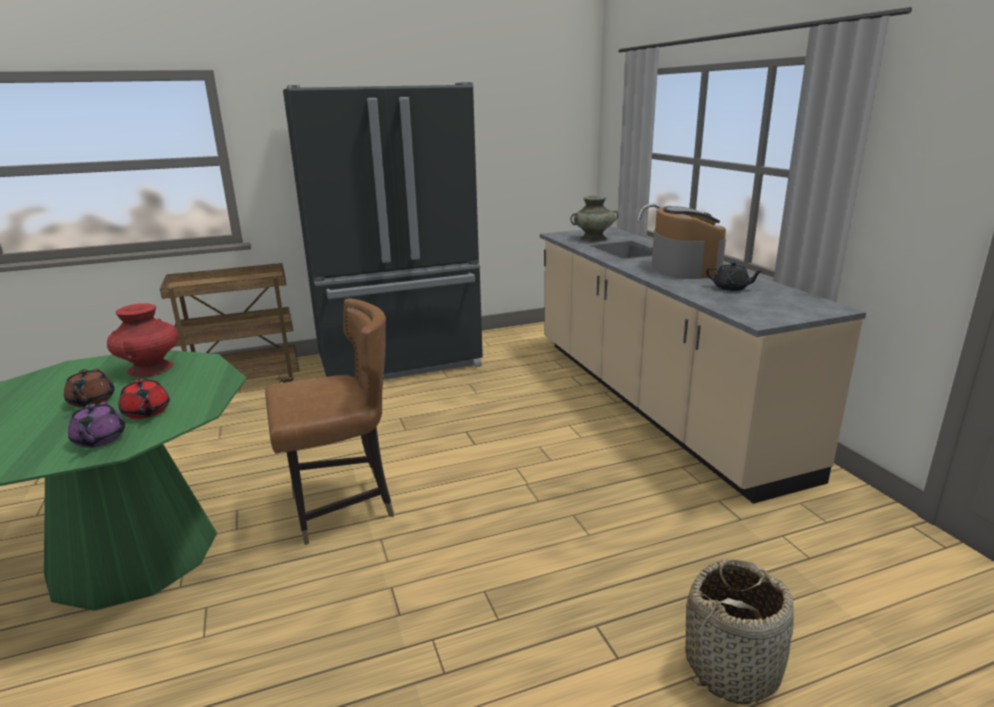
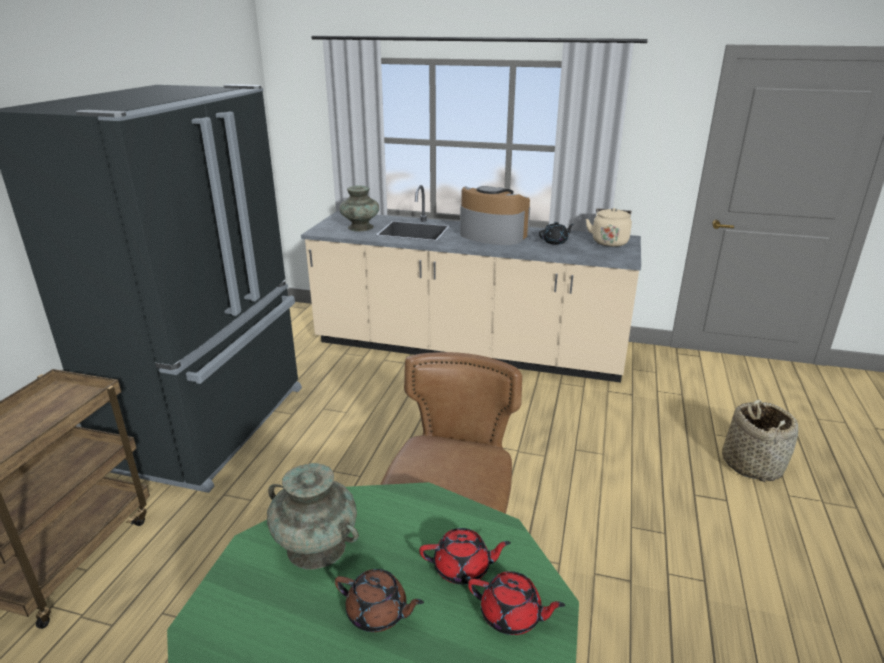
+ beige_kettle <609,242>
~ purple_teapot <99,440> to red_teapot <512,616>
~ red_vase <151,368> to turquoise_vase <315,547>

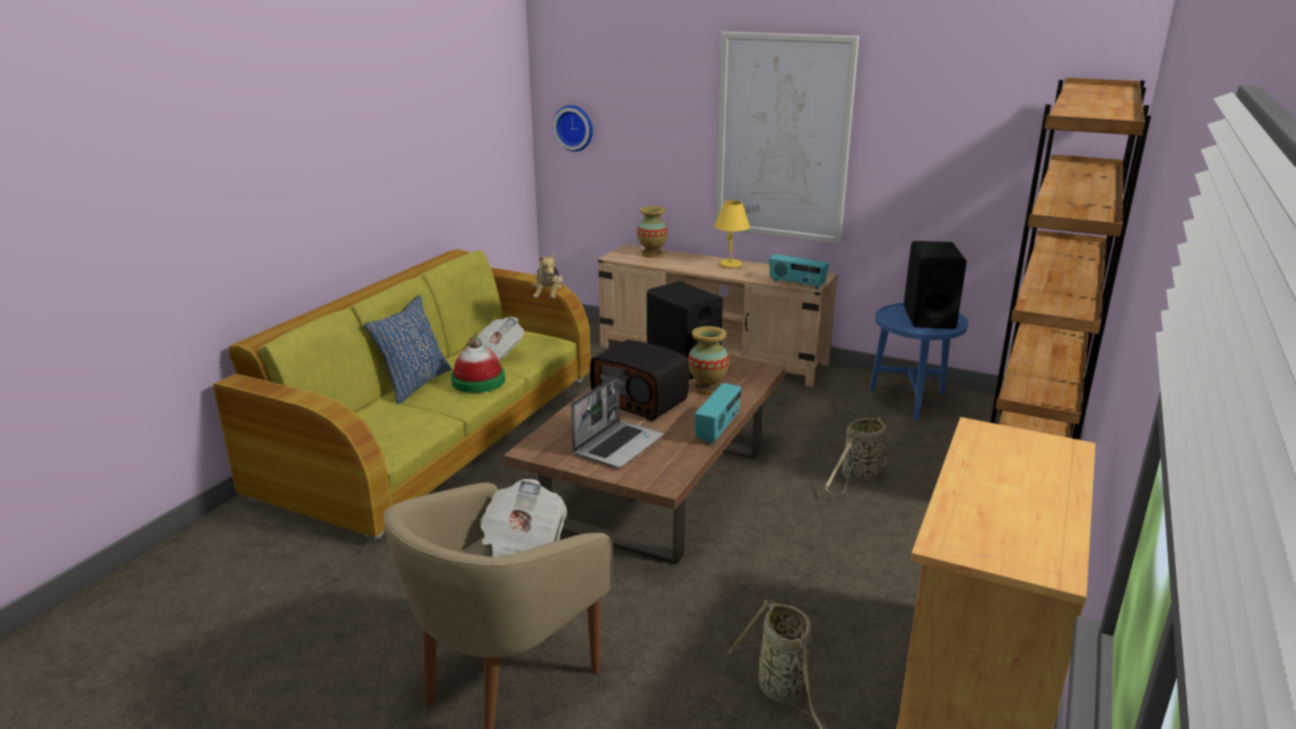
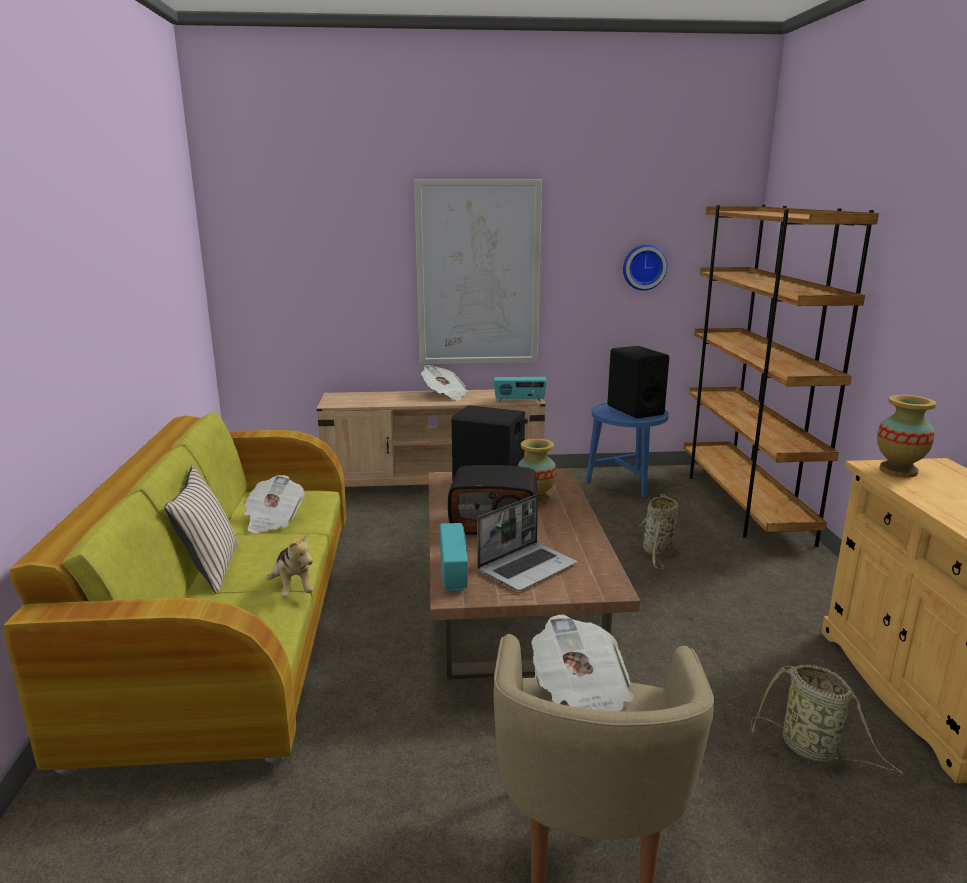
- hat <478,381>
~ plush_toy <549,297> to <292,588>
~ wall_clock <575,127> to <643,267>
~ vase <652,254> to <898,471>
~ radio <718,429> to <454,574>
~ yellow_table_lamp <731,265> to newspaper <445,395>
~ blue_pillow <414,384> to beige_pillow <210,569>
~ laptop <618,445> = <527,567> 45 degrees clockwise

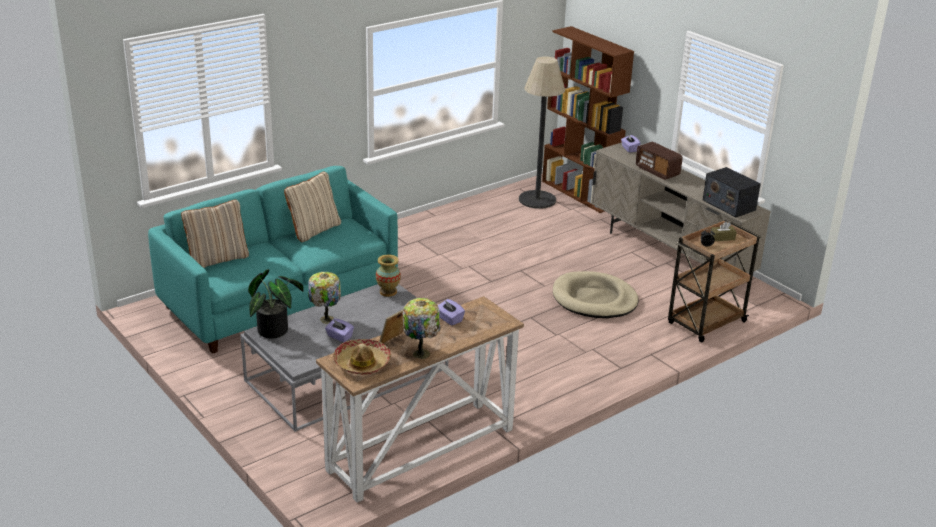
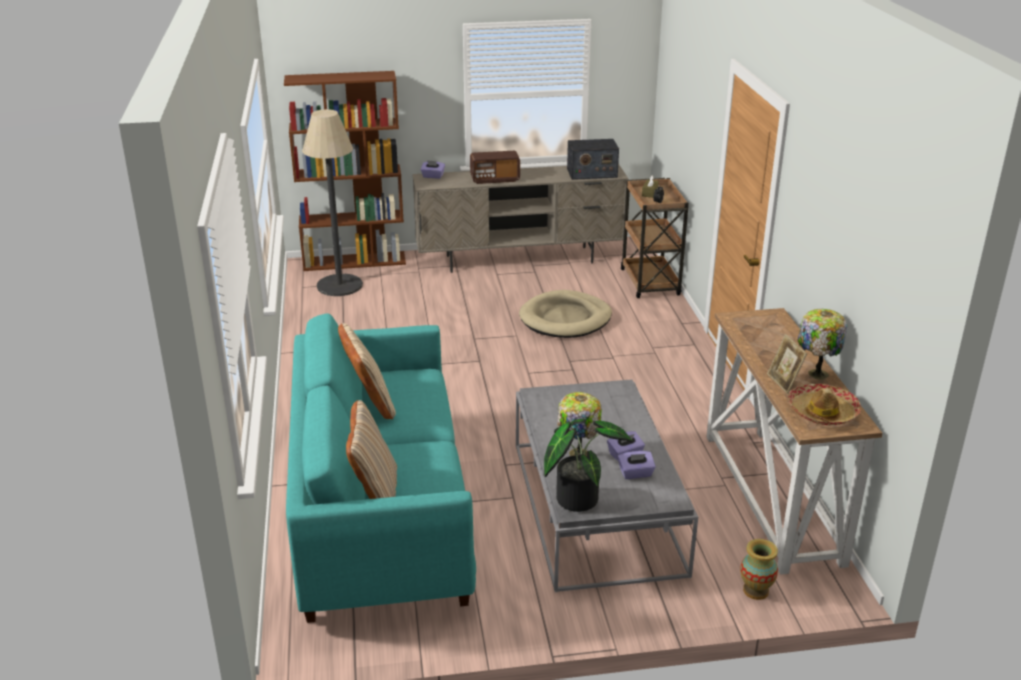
~ vase <388,292> to <756,590>
~ purple_tissue_box <449,319> to <636,473>

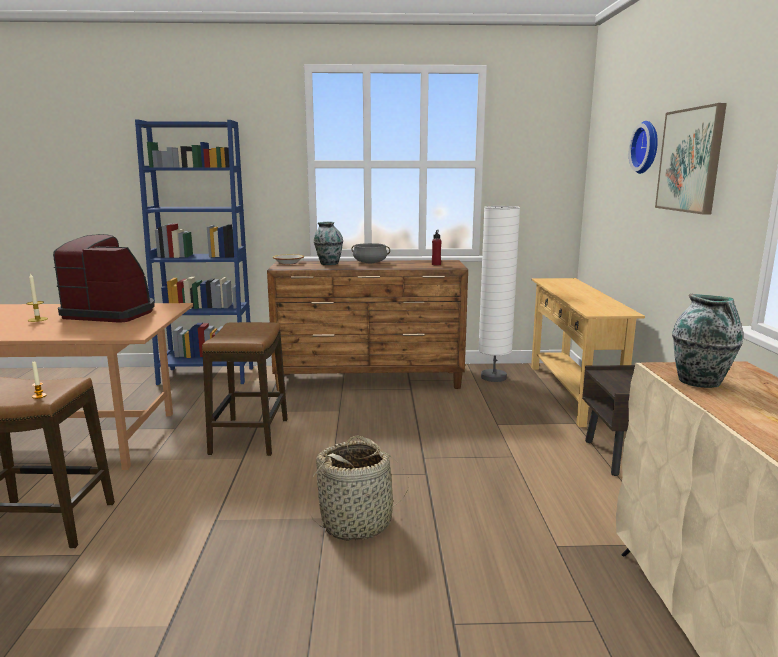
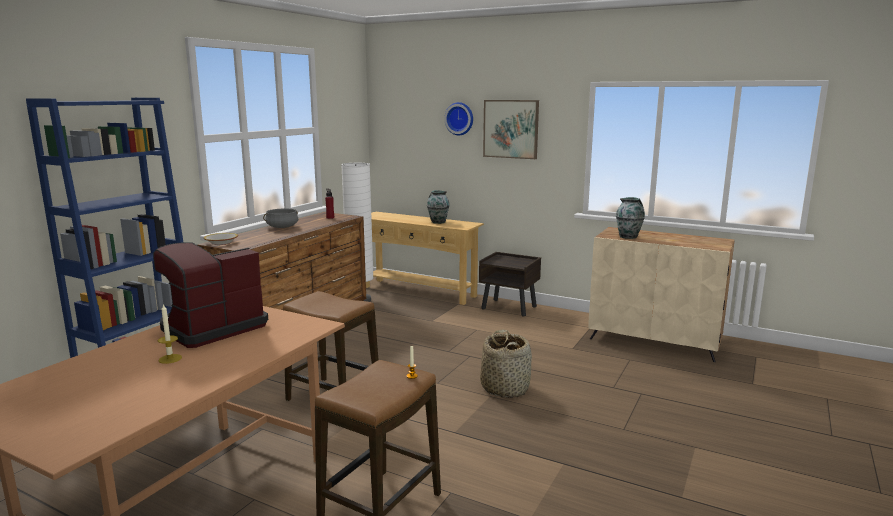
~ vase <329,263> to <438,222>

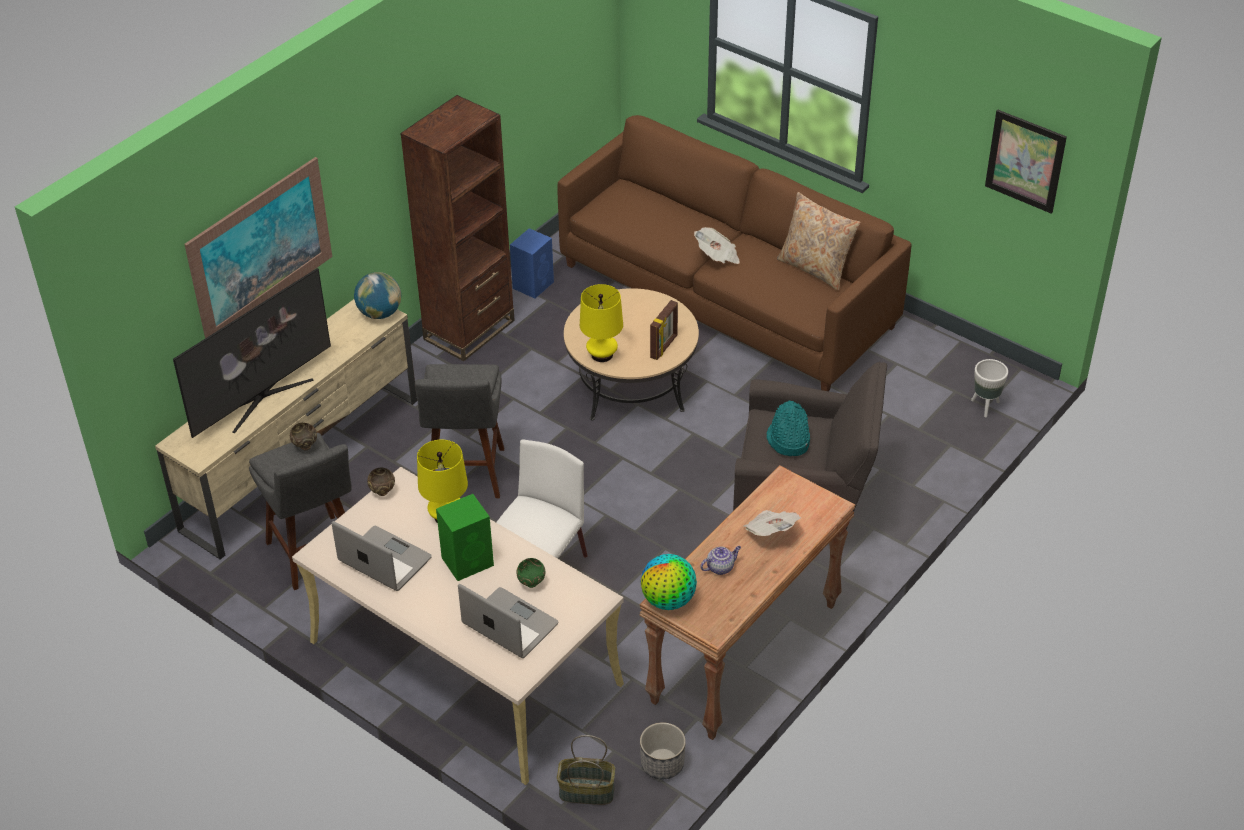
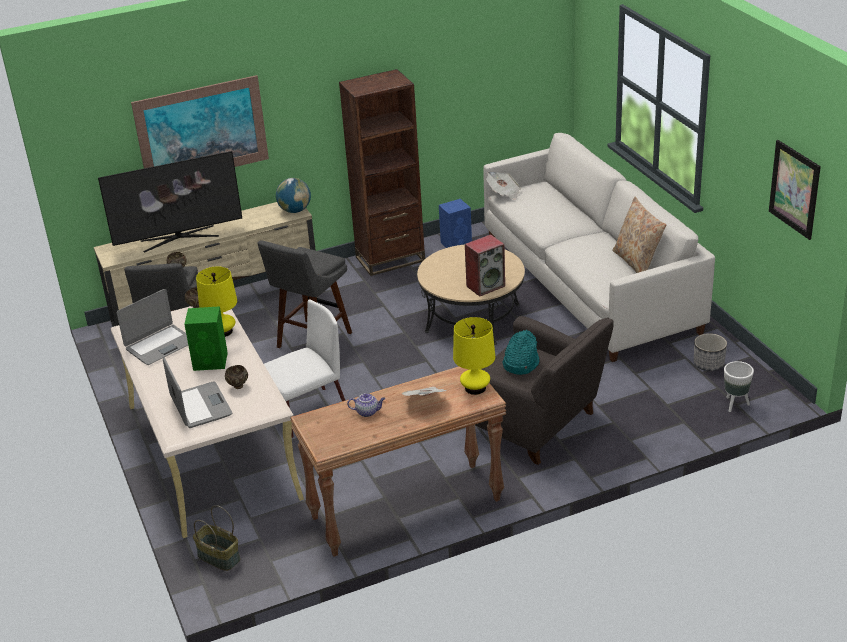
- globe <668,600>
~ yellow_table_lamp <602,355> to <475,388>
~ planter <662,763> to <709,364>
~ newspaper <717,256> to <504,193>
~ picture_frame <664,347> to speaker <485,286>
~ green_bowl <531,584> to brown_bowl <238,387>
~ brown_sofa <728,296> to white_sofa <589,283>
~ laptop <384,561> = <160,345> 75 degrees clockwise

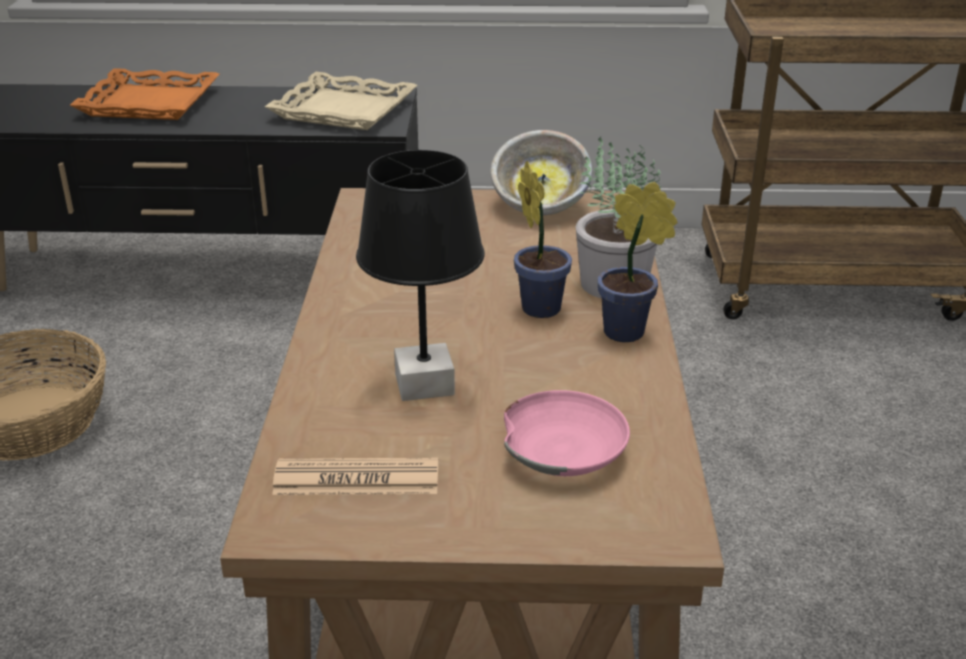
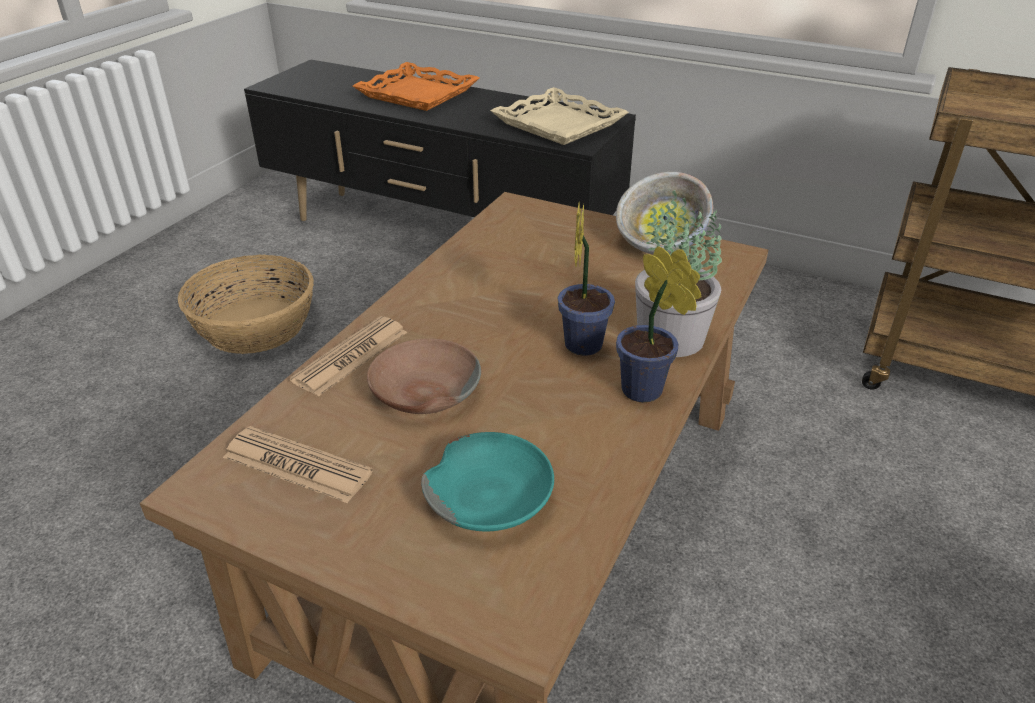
+ newspaper <351,356>
~ black_table_lamp <423,385> to brown_bowl <423,391>
~ pink_bowl <563,450> to turquoise_bowl <491,496>

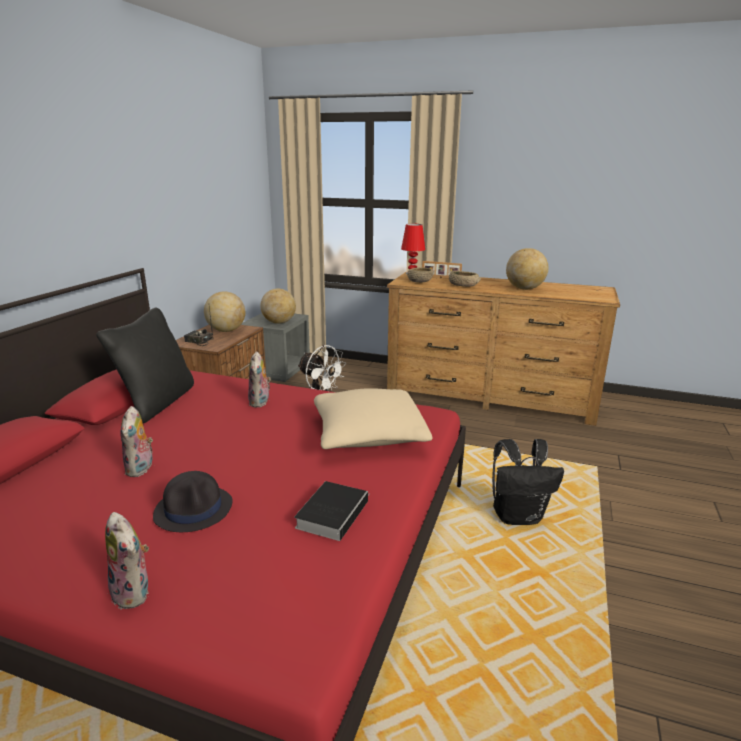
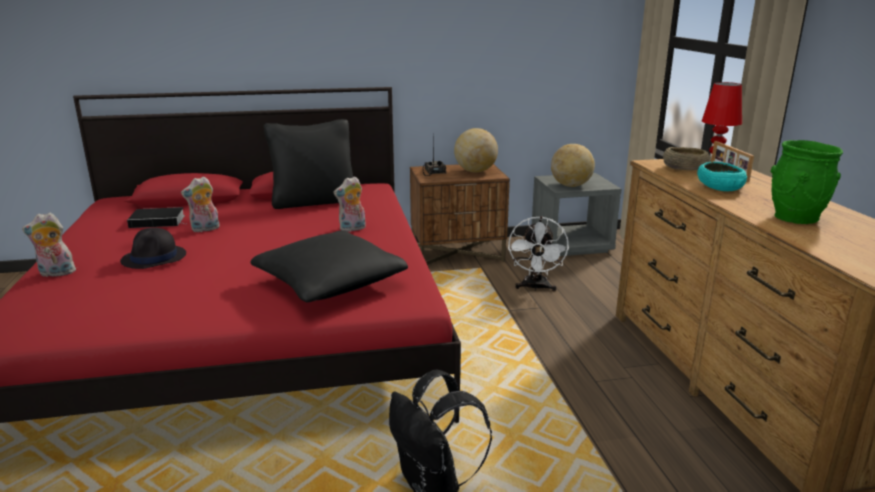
~ book <333,512> to <159,221>
~ globe <524,289> to green_vase <795,218>
~ beige_pillow <368,434> to black_pillow <329,283>
~ beige_bowl <463,285> to turquoise_bowl <720,187>
~ plush_toy <134,593> = <55,273> 60 degrees clockwise

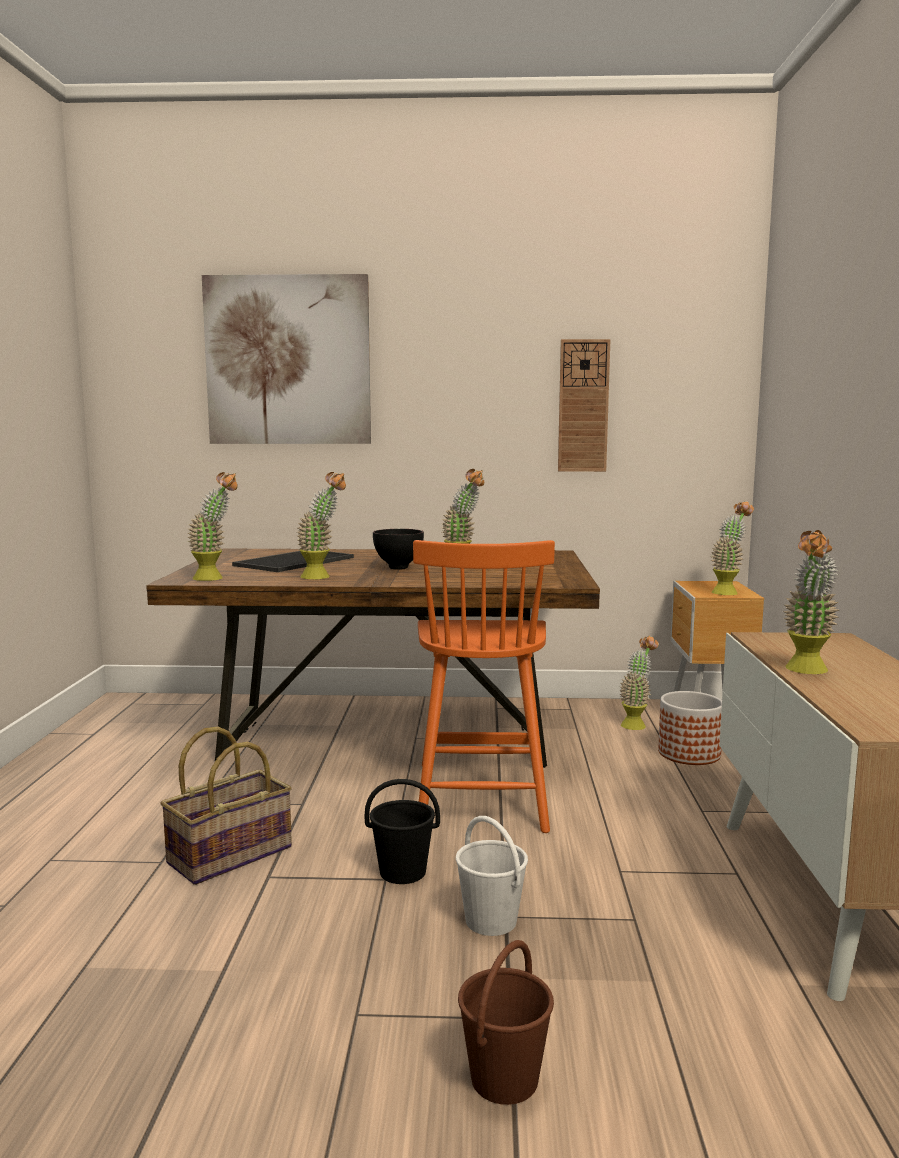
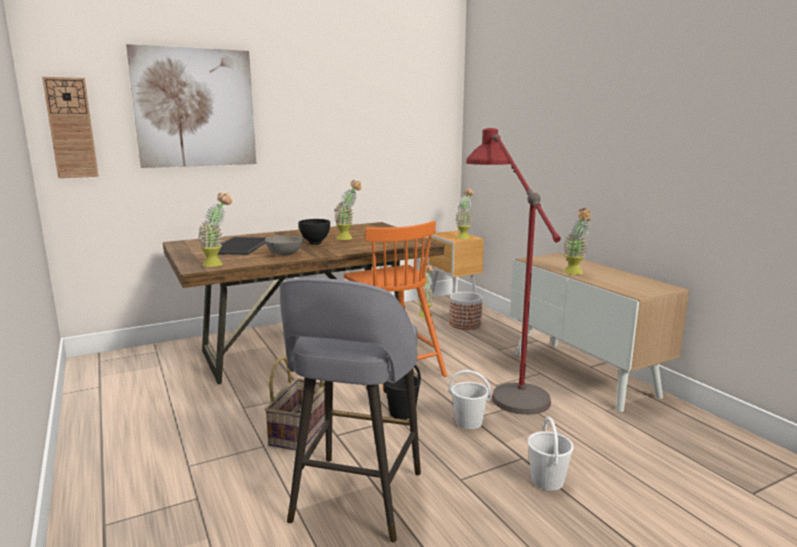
+ grey_stool <355,499>
+ red_floor_lamp <503,381>
~ wall_clock <583,406> to <71,128>
~ potted_plant <322,577> to grey_bowl <284,254>
~ brown_bucket <504,1080> to white_bucket <547,481>

